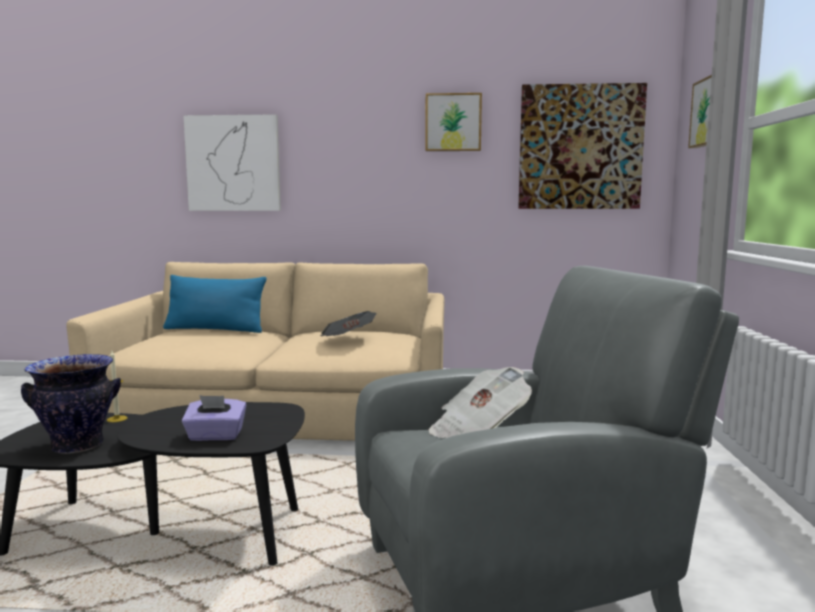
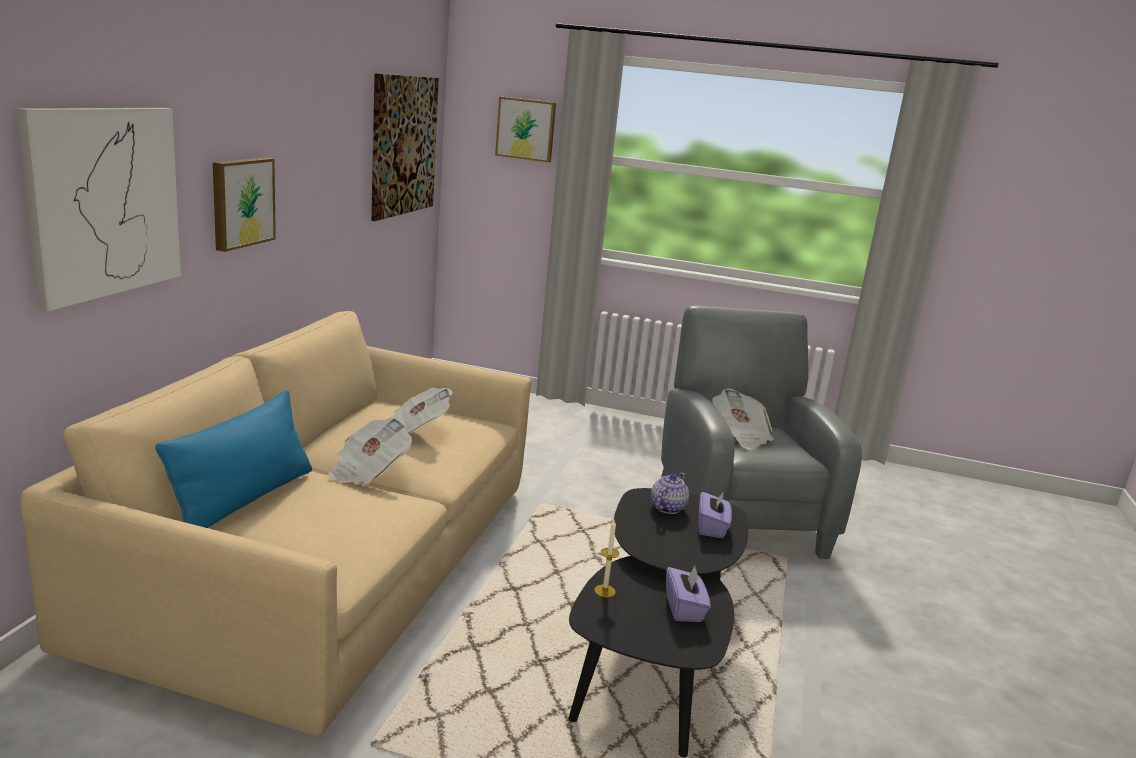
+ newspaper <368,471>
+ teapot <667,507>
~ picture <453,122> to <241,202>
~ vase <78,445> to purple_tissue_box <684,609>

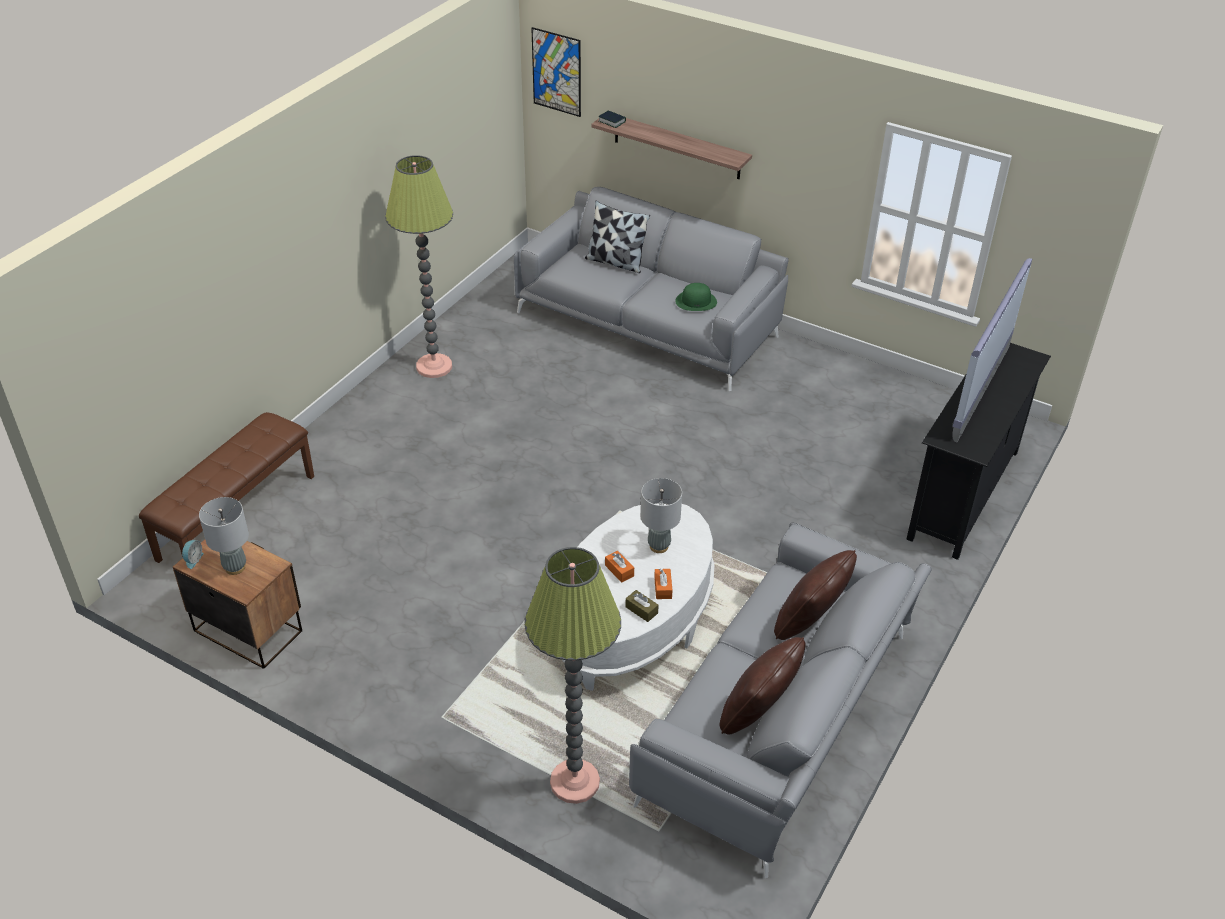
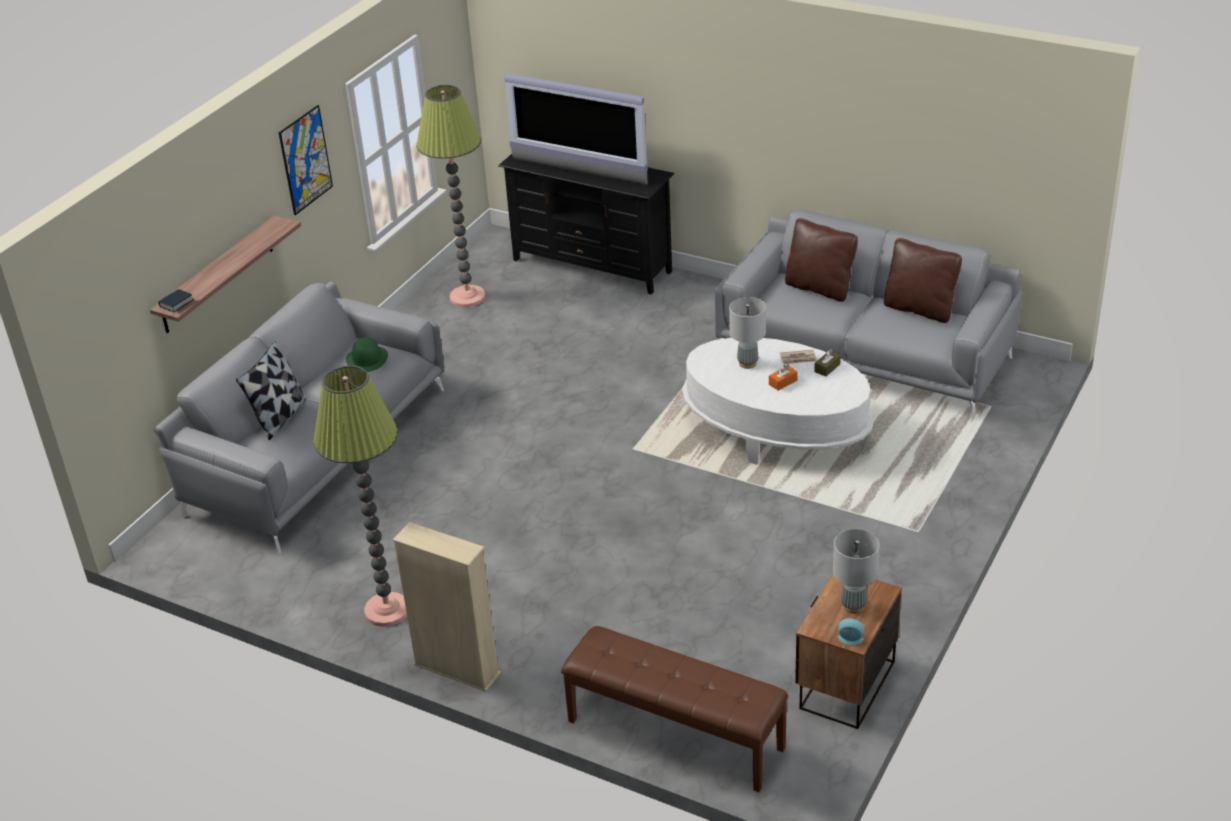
+ beige_bookcase <457,669>
~ floor_lamp <575,782> to <467,297>
~ picture <556,72> to <305,160>
~ orange_tissue_box <663,588> to newspaper <798,359>

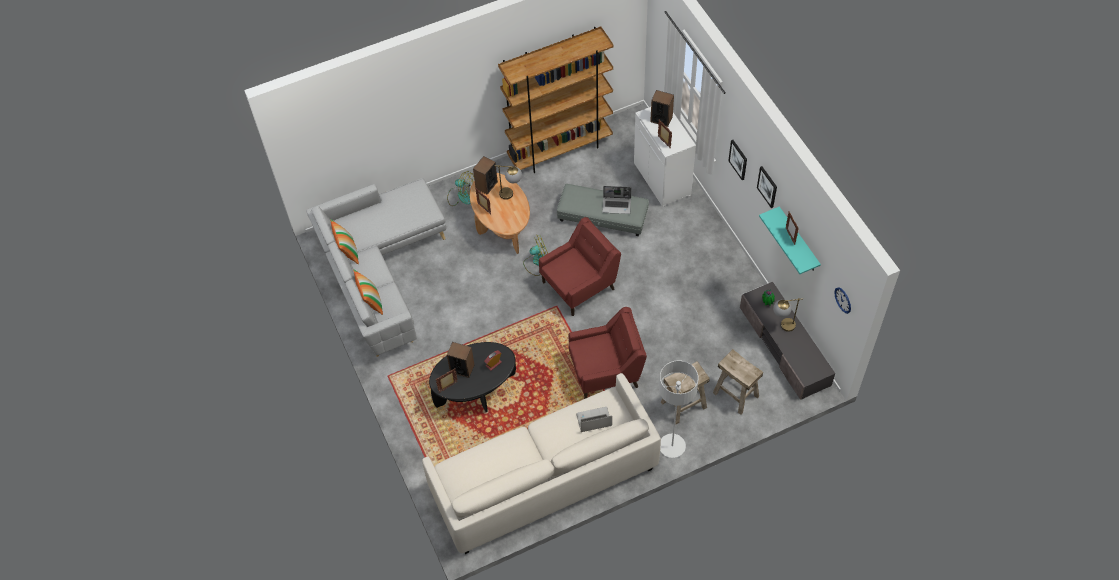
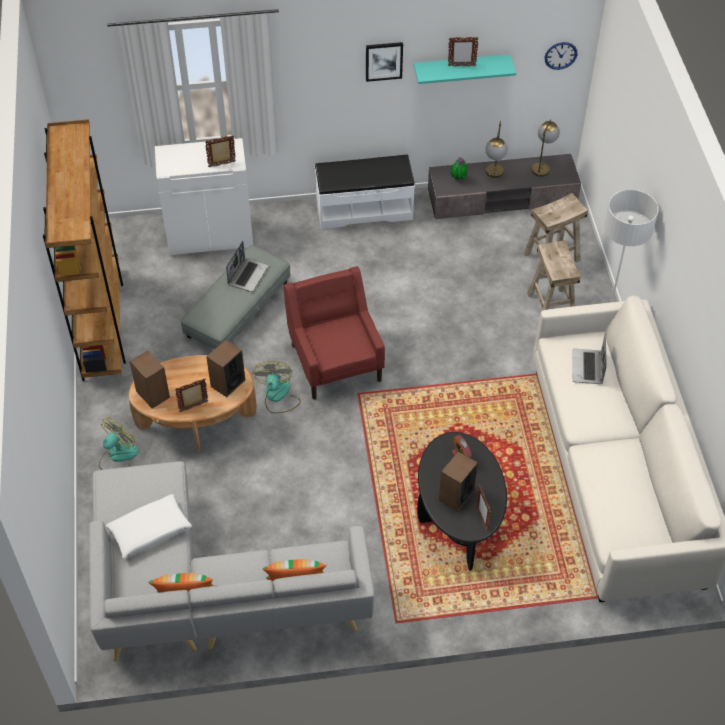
- red_armchair <606,371>
- picture <738,159>
+ white_pillow <150,531>
+ white_bench <364,209>
~ table_lamp <511,194> to <542,166>
~ speaker <661,119> to <227,383>

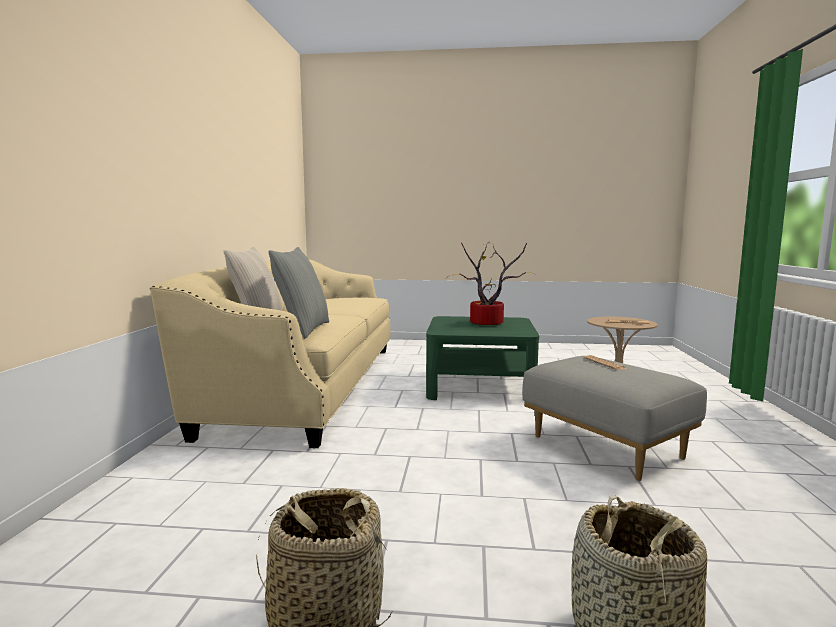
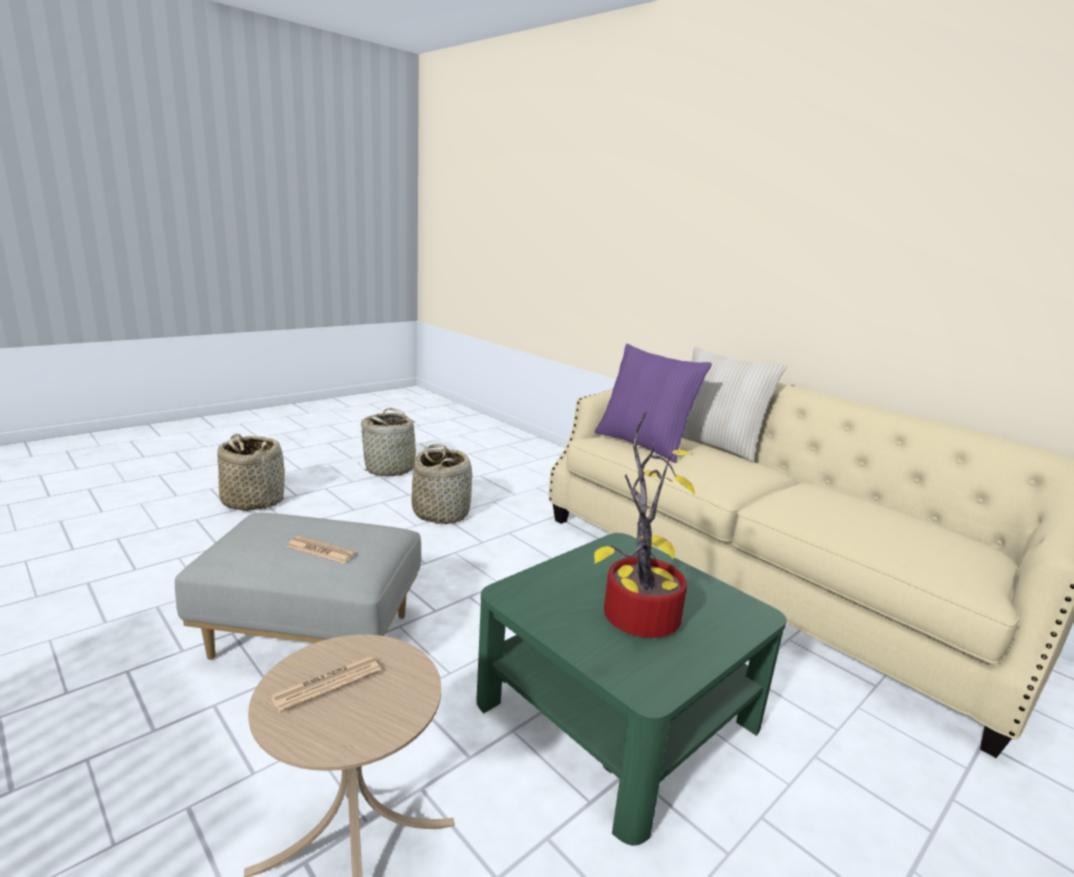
+ basket <441,513>
~ grey_pillow <302,330> to purple_pillow <643,444>

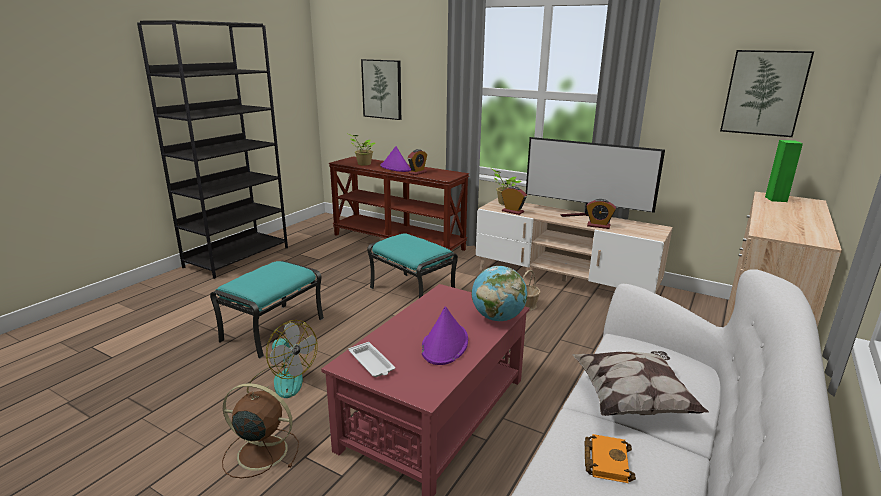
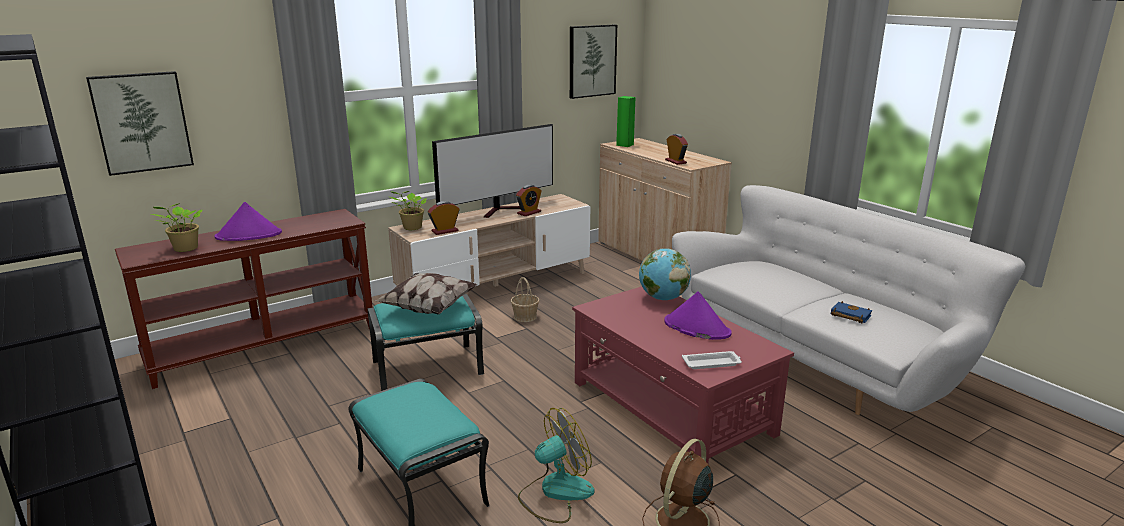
~ alarm_clock <417,173> to <675,161>
~ pillow <632,400> to <428,308>
~ orange_book <605,460> to blue_book <849,316>

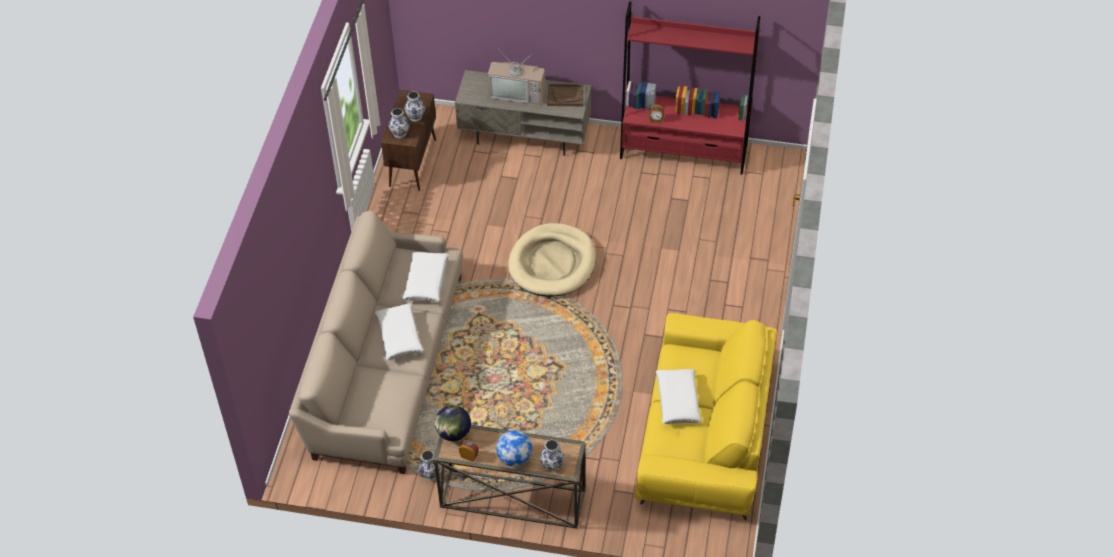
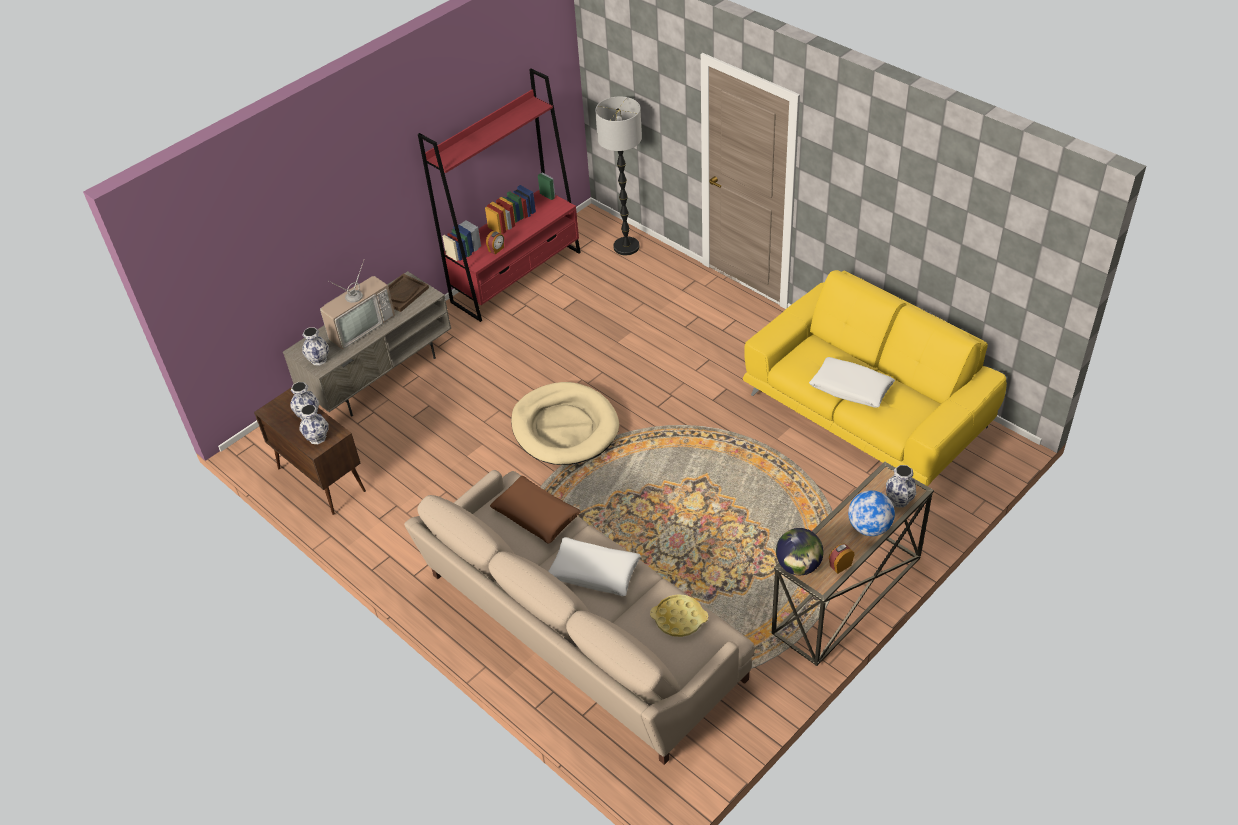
+ floor_lamp <626,247>
+ yellow_tray <679,619>
~ vase <429,474> to <318,360>
~ white_pillow <426,281> to brown_pillow <536,515>

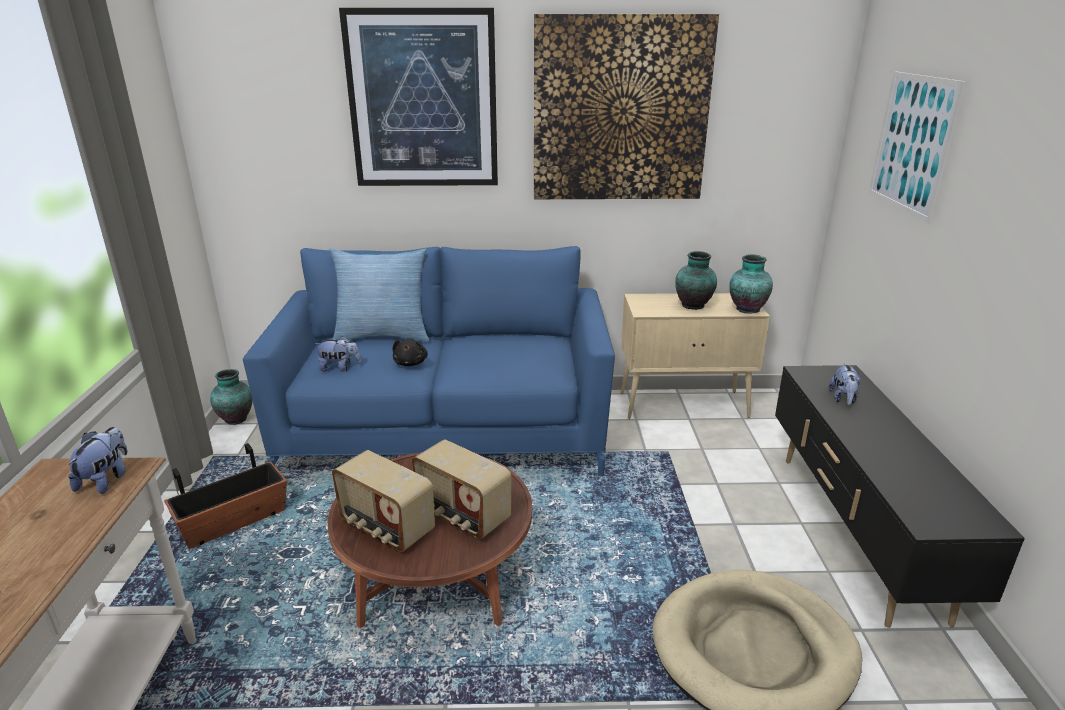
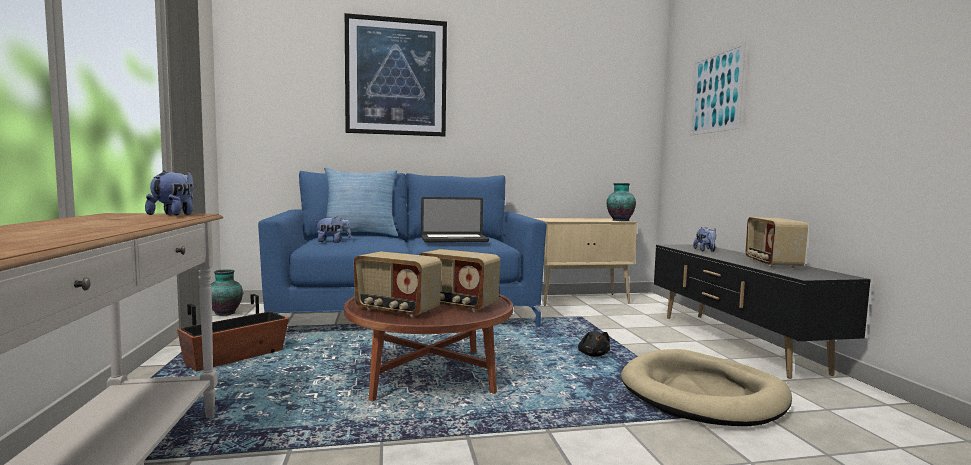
- picture <620,110>
- vase <694,305>
+ laptop <454,240>
+ radio <771,264>
~ black_plush_toy <411,363> to <593,355>

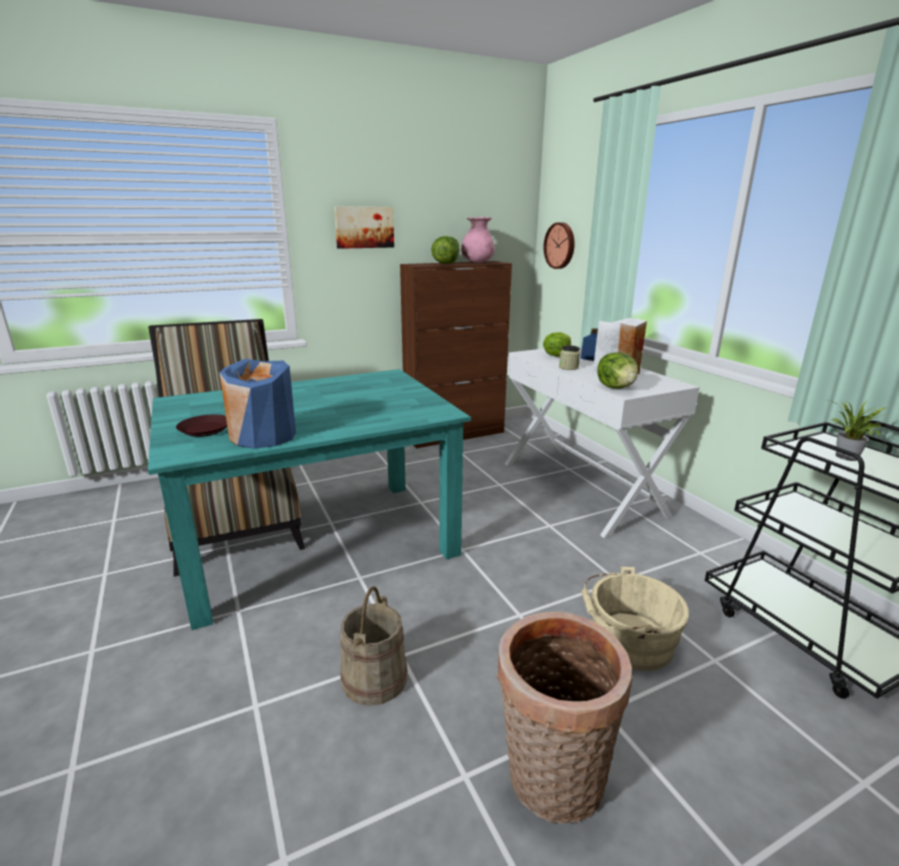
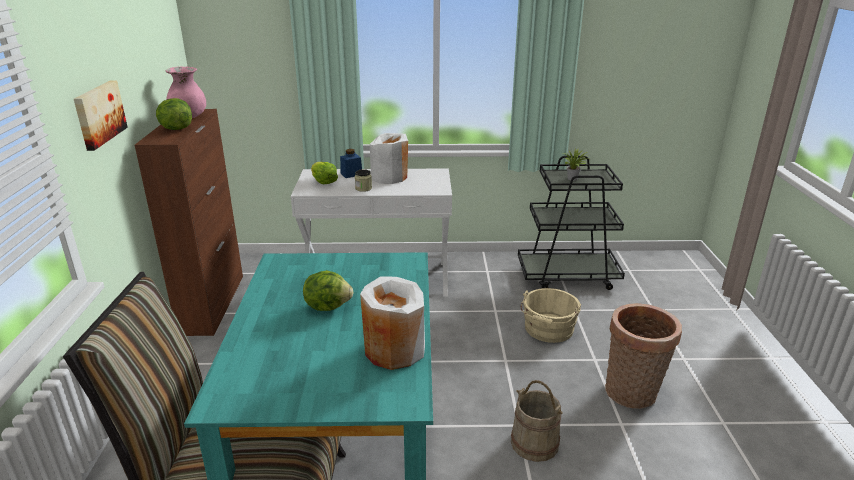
- brown_plate <204,429>
- wall_clock <560,245>
~ lettuce <616,387> to <328,306>
~ blue_vase <263,435> to white_vase <394,350>

